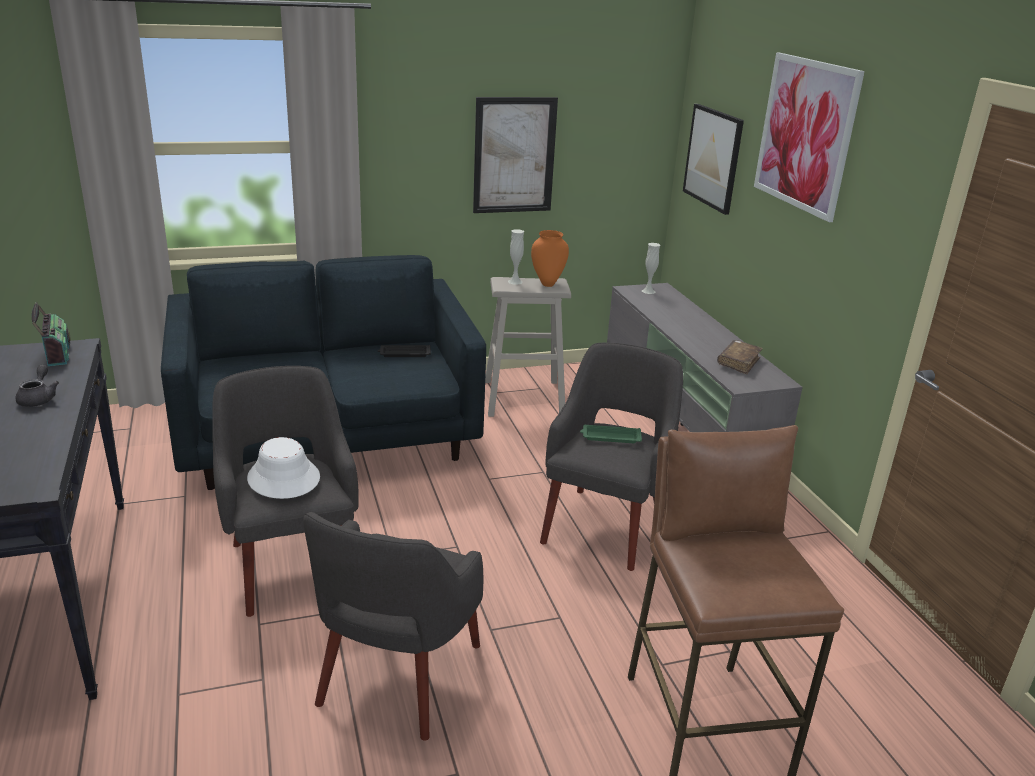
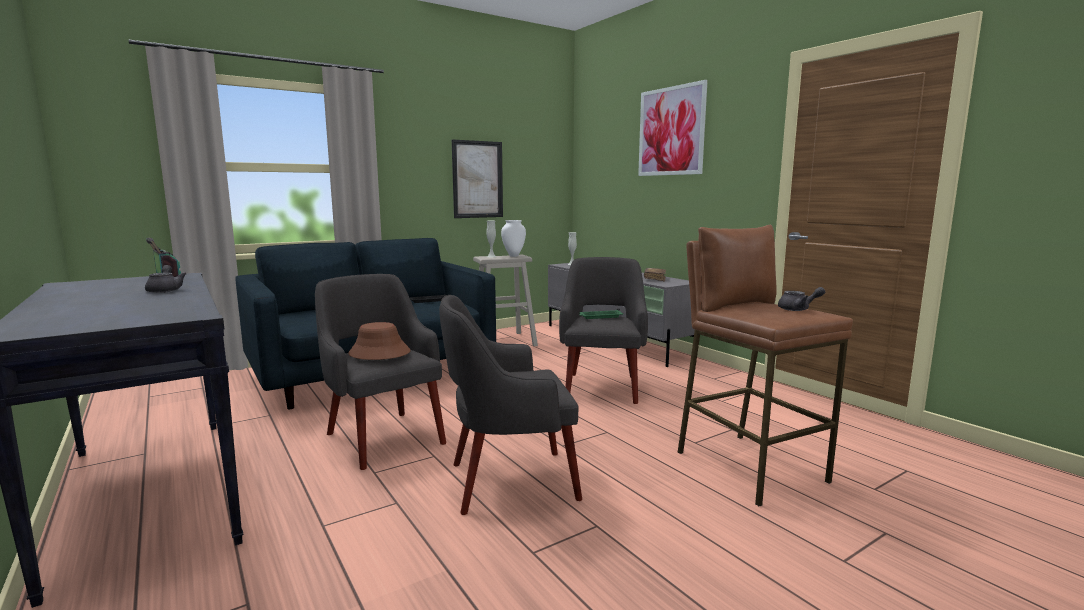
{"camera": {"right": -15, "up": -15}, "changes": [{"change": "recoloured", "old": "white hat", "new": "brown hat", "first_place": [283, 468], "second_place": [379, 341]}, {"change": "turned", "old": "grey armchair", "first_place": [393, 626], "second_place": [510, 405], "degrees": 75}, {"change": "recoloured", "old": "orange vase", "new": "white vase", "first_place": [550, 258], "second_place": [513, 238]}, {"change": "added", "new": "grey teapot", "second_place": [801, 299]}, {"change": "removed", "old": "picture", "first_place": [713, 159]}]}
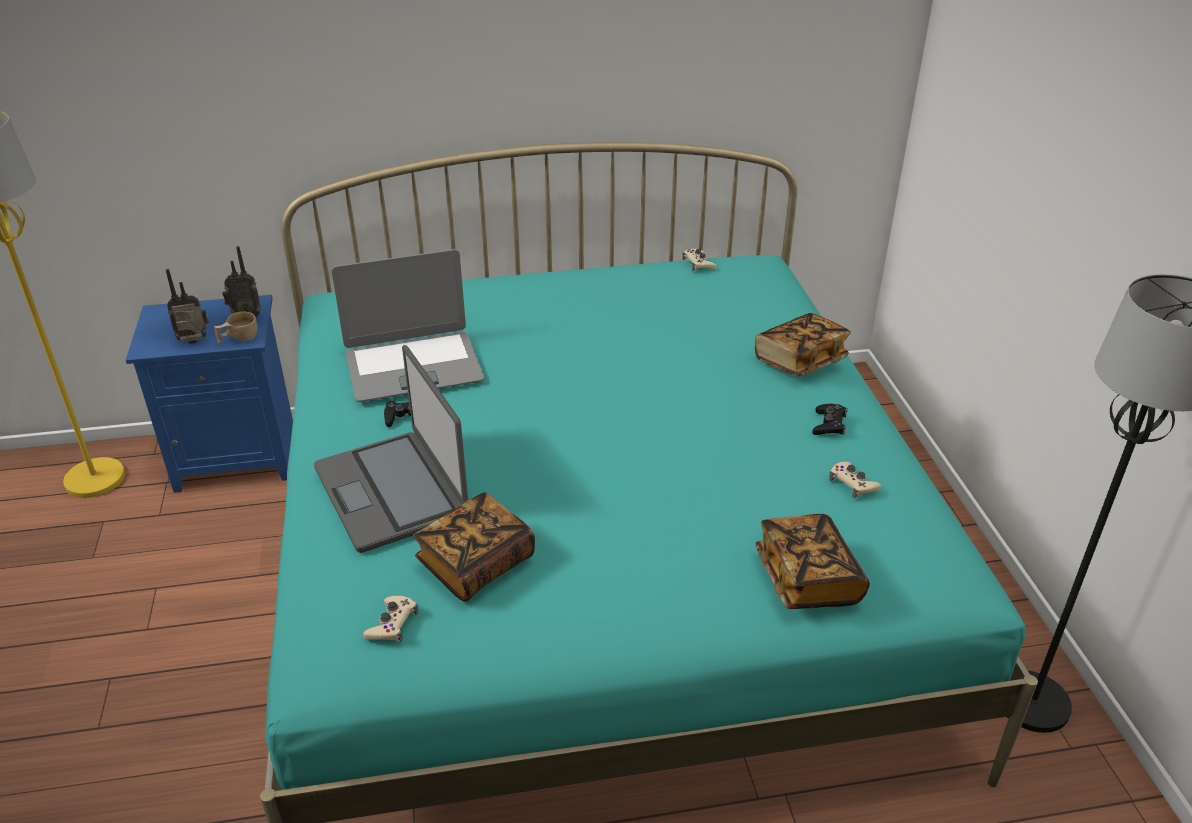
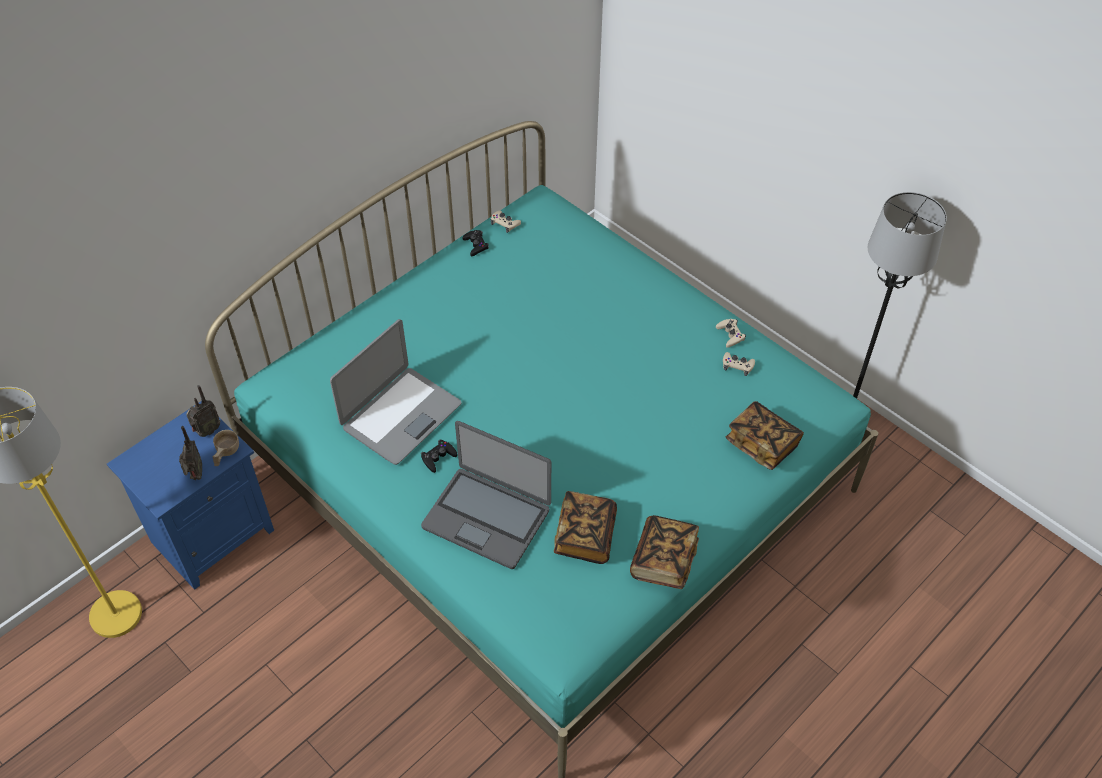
{"camera": {"right": -35, "up": 15}, "changes": [{"change": "turned", "old": "radio", "first_place": [187, 306], "second_place": [190, 453], "degrees": 135}, {"change": "moved", "old": "black game controller", "first_place": [830, 419], "second_place": [475, 243]}, {"change": "moved", "old": "book", "first_place": [803, 344], "second_place": [664, 552]}, {"change": "moved", "old": "beige game controller", "first_place": [390, 618], "second_place": [731, 333]}]}
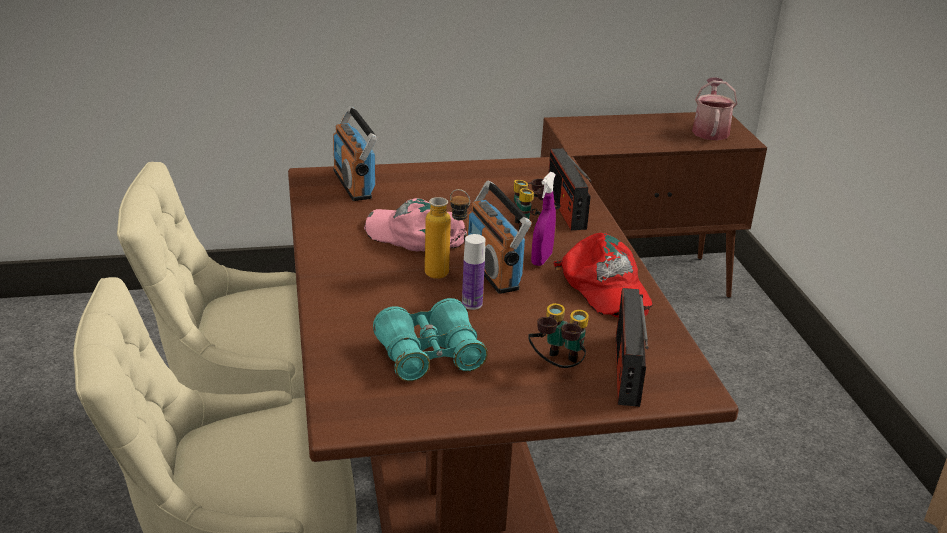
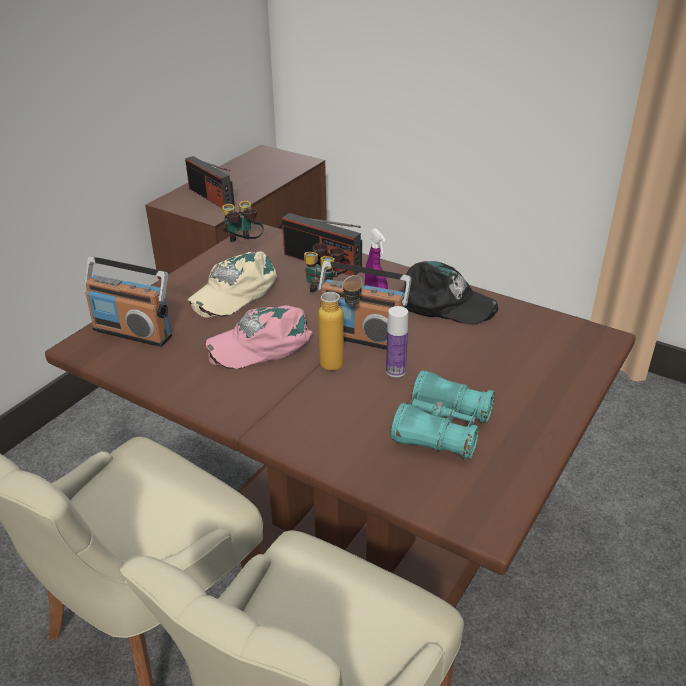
{"camera": {"right": -45, "up": 5}, "changes": [{"change": "moved", "old": "radio", "first_place": [632, 347], "second_place": [210, 182]}, {"change": "added", "new": "beige cap", "second_place": [232, 284]}, {"change": "moved", "old": "binoculars", "first_place": [558, 335], "second_place": [243, 221]}, {"change": "recoloured", "old": "red cap", "new": "black cap", "first_place": [603, 275], "second_place": [449, 293]}, {"change": "removed", "old": "watering can", "first_place": [714, 108]}]}
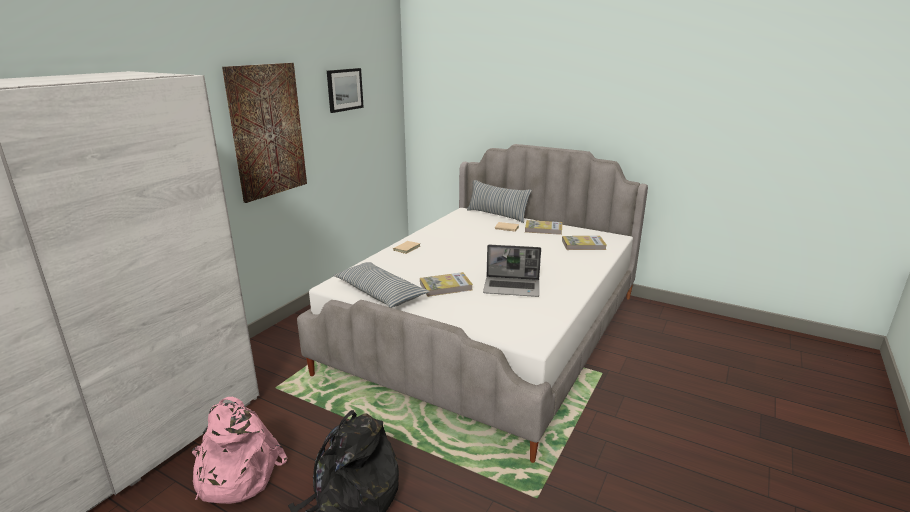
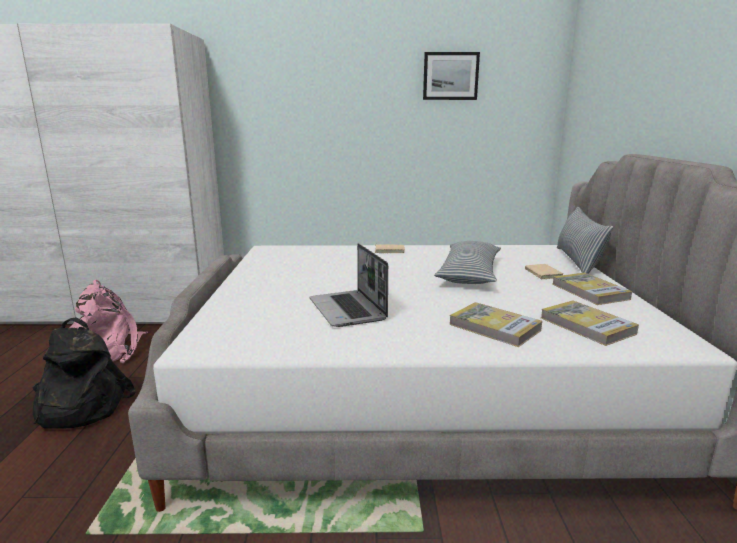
{"camera": {"right": 60, "up": -5}, "changes": [{"change": "moved", "old": "pillow", "first_place": [382, 285], "second_place": [467, 262]}, {"change": "moved", "old": "book", "first_place": [446, 284], "second_place": [495, 324]}, {"change": "removed", "old": "picture", "first_place": [264, 133]}]}
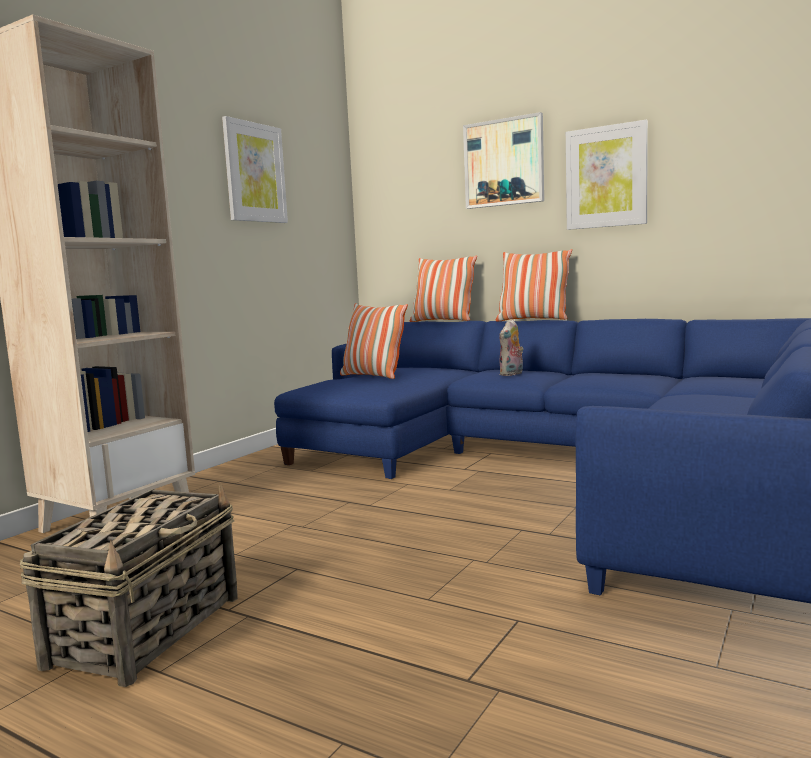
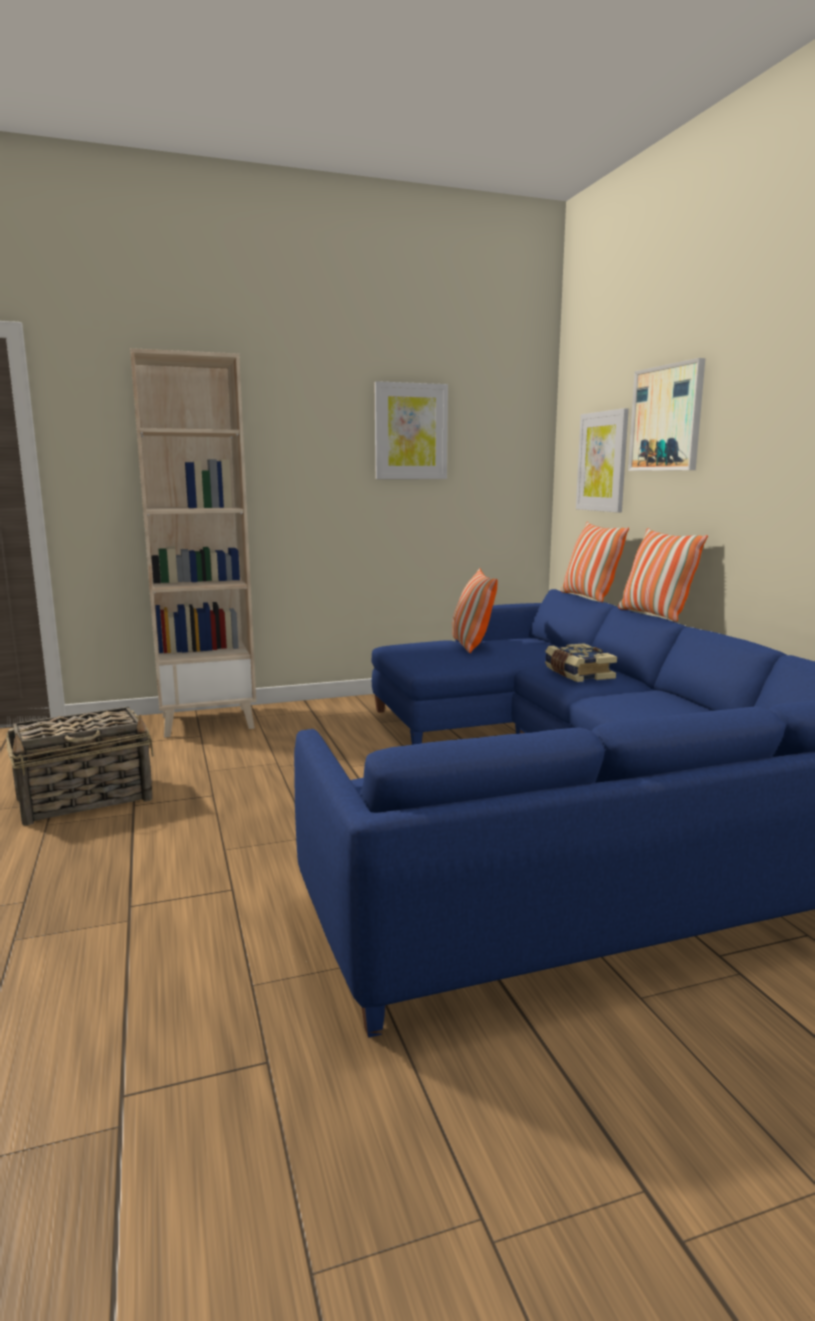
{"camera": {"right": 40, "up": 5}, "changes": [{"change": "replaced", "old": "plush toy", "new": "book", "first_place": [511, 347], "second_place": [581, 662]}, {"change": "moved", "old": "picture", "first_place": [607, 175], "second_place": [602, 460]}]}
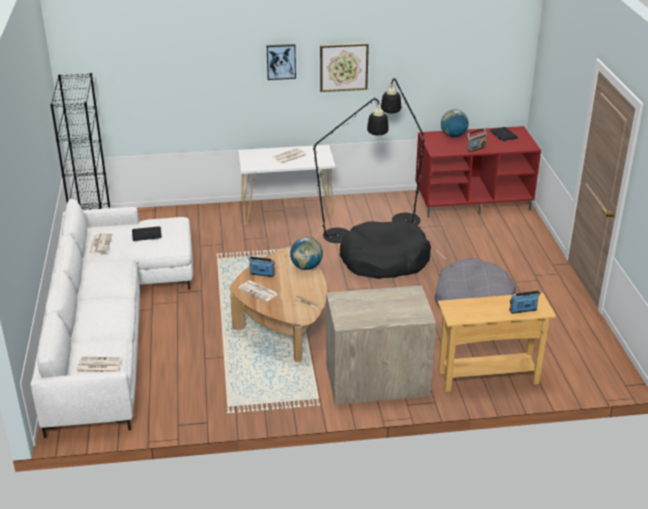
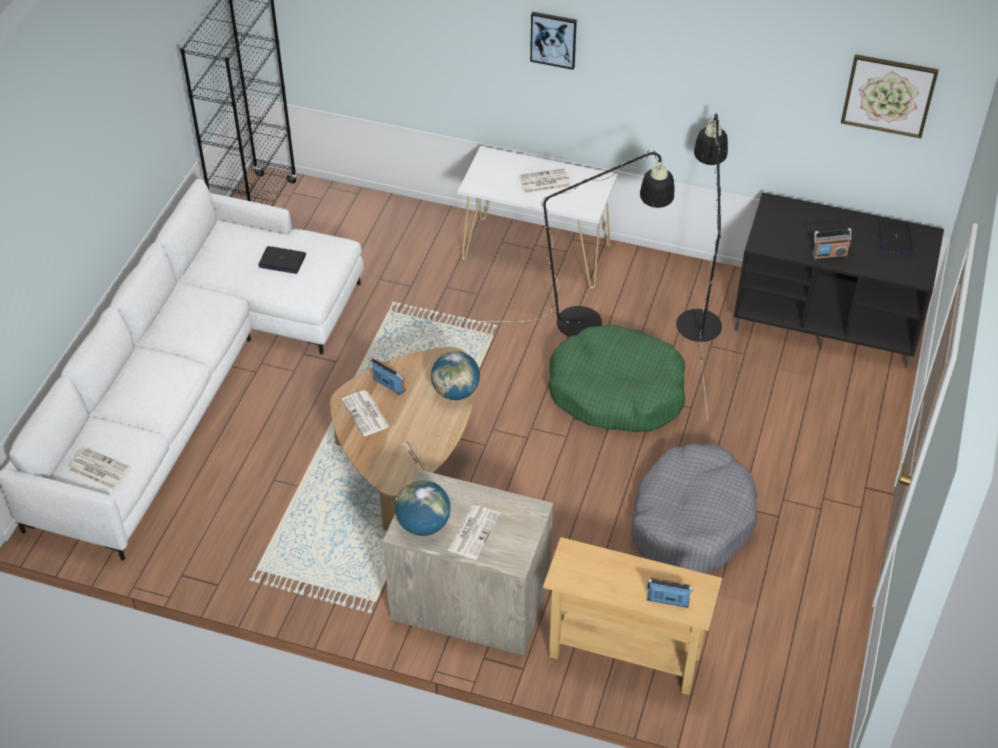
{"camera": {"right": 25, "up": 15}, "changes": [{"change": "moved", "old": "globe", "first_place": [455, 123], "second_place": [423, 508]}, {"change": "moved", "old": "newspaper", "first_place": [100, 243], "second_place": [473, 532]}, {"change": "recoloured", "old": "black dog bed", "new": "green dog bed", "first_place": [385, 250], "second_place": [616, 378]}, {"change": "recoloured", "old": "red tv stand", "new": "black tv stand", "first_place": [478, 172], "second_place": [839, 280]}, {"change": "moved", "old": "picture", "first_place": [344, 67], "second_place": [890, 96]}]}
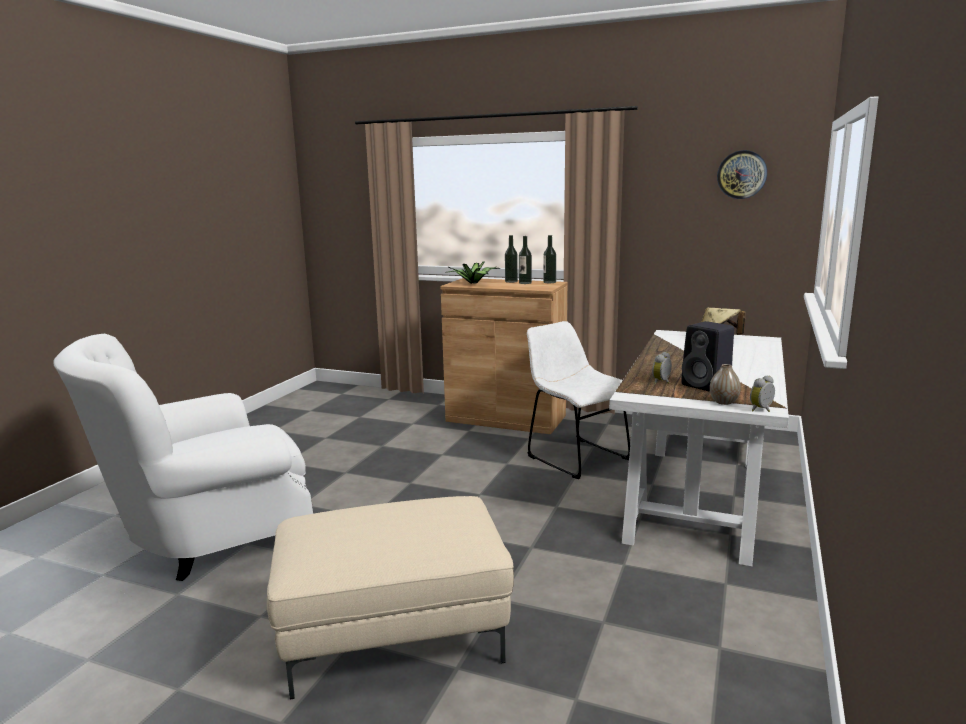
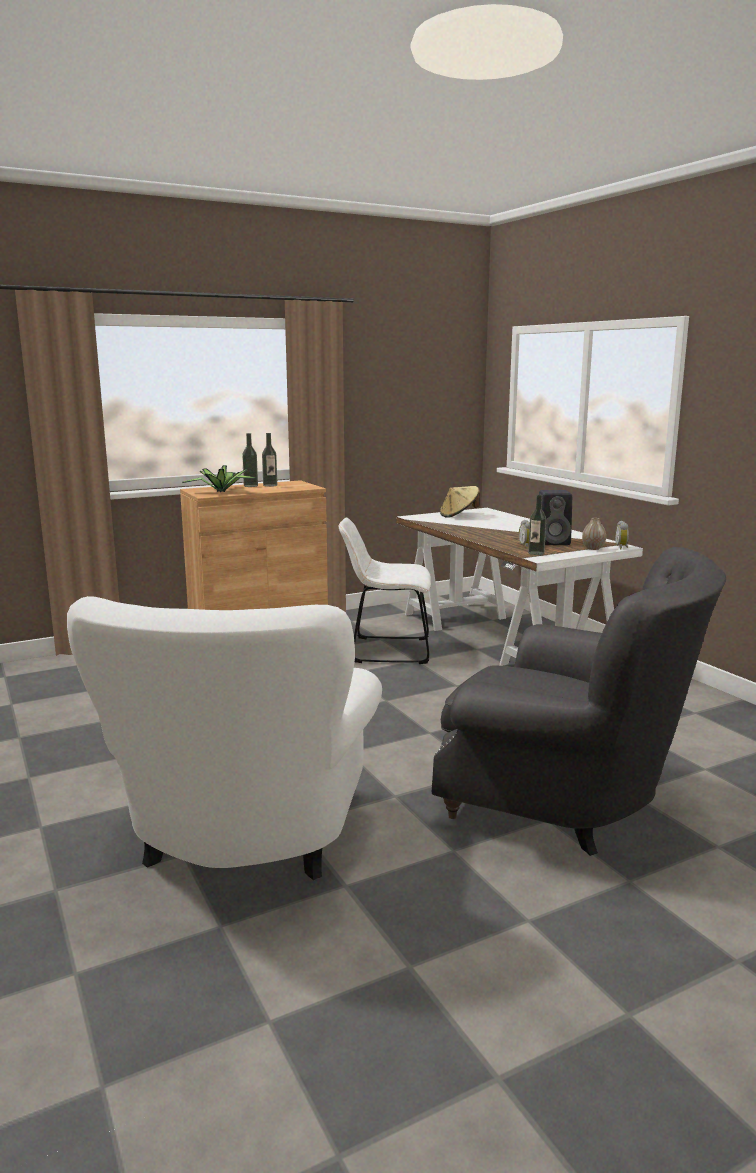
{"camera": {"right": -50, "up": 0}, "changes": [{"change": "replaced", "old": "beige ottoman", "new": "grey armchair", "first_place": [390, 597], "second_place": [579, 701]}, {"change": "moved", "old": "bottle", "first_place": [549, 259], "second_place": [537, 525]}, {"change": "removed", "old": "wall clock", "first_place": [742, 174]}]}
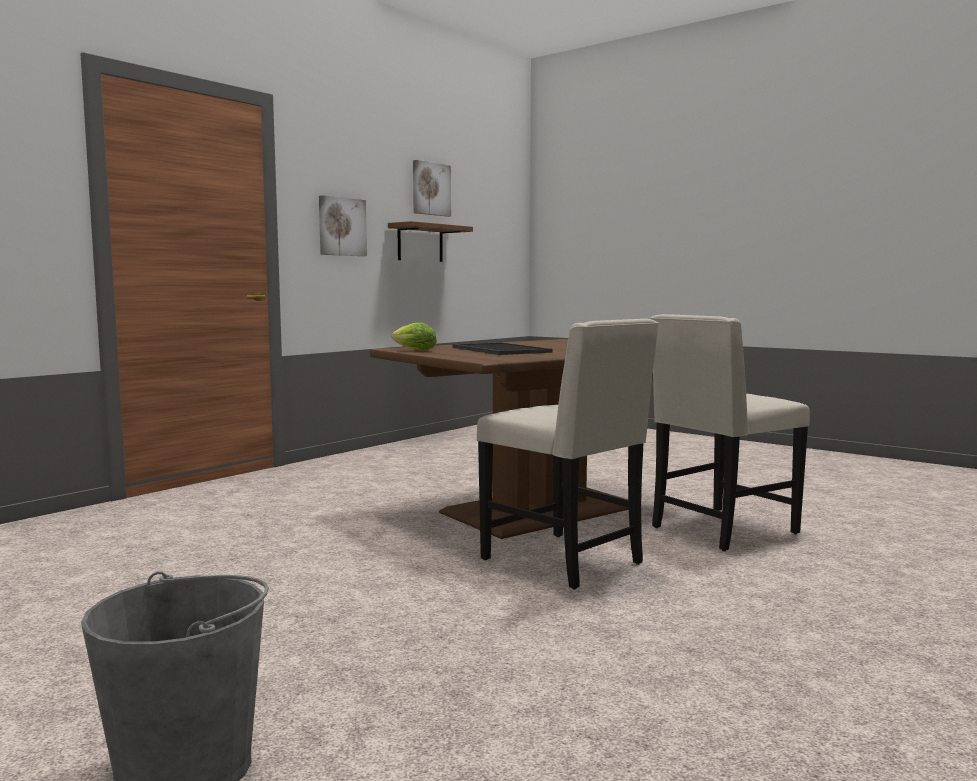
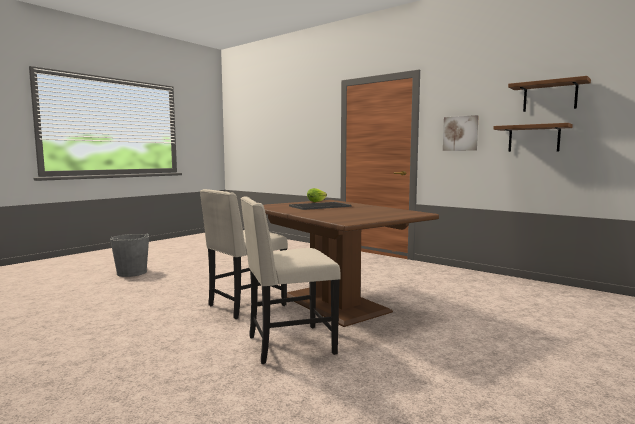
{"camera": {"right": 90, "up": 0}, "changes": [{"change": "turned", "old": "beige chair", "first_place": [730, 432], "second_place": [290, 280], "degrees": -75}, {"change": "replaced", "old": "picture", "new": "brown shelf", "first_place": [432, 188], "second_place": [549, 94]}]}
